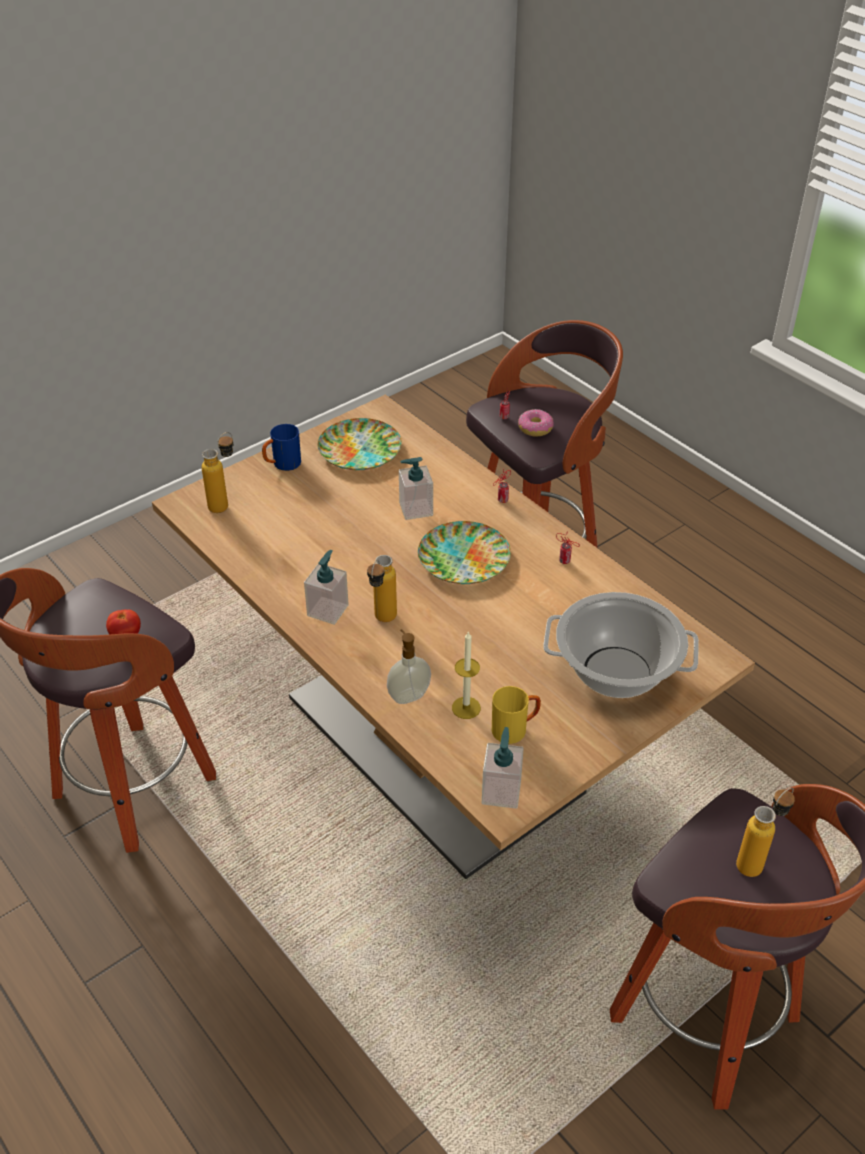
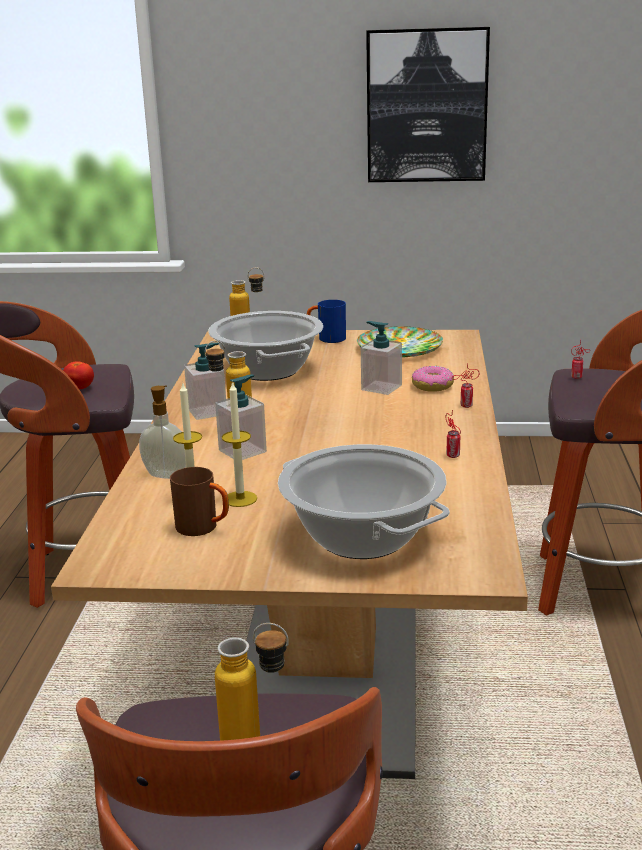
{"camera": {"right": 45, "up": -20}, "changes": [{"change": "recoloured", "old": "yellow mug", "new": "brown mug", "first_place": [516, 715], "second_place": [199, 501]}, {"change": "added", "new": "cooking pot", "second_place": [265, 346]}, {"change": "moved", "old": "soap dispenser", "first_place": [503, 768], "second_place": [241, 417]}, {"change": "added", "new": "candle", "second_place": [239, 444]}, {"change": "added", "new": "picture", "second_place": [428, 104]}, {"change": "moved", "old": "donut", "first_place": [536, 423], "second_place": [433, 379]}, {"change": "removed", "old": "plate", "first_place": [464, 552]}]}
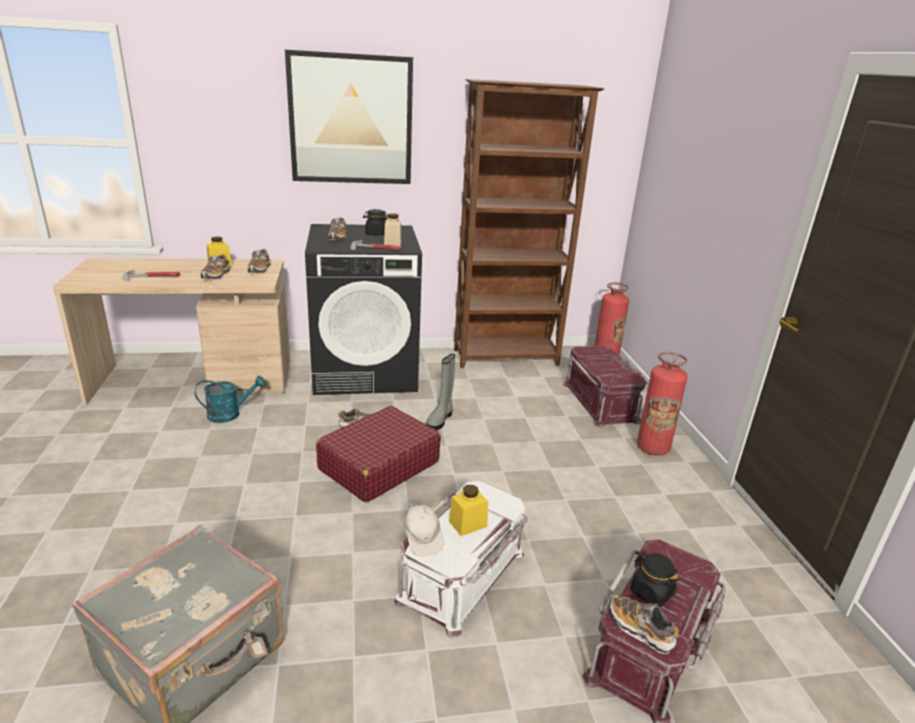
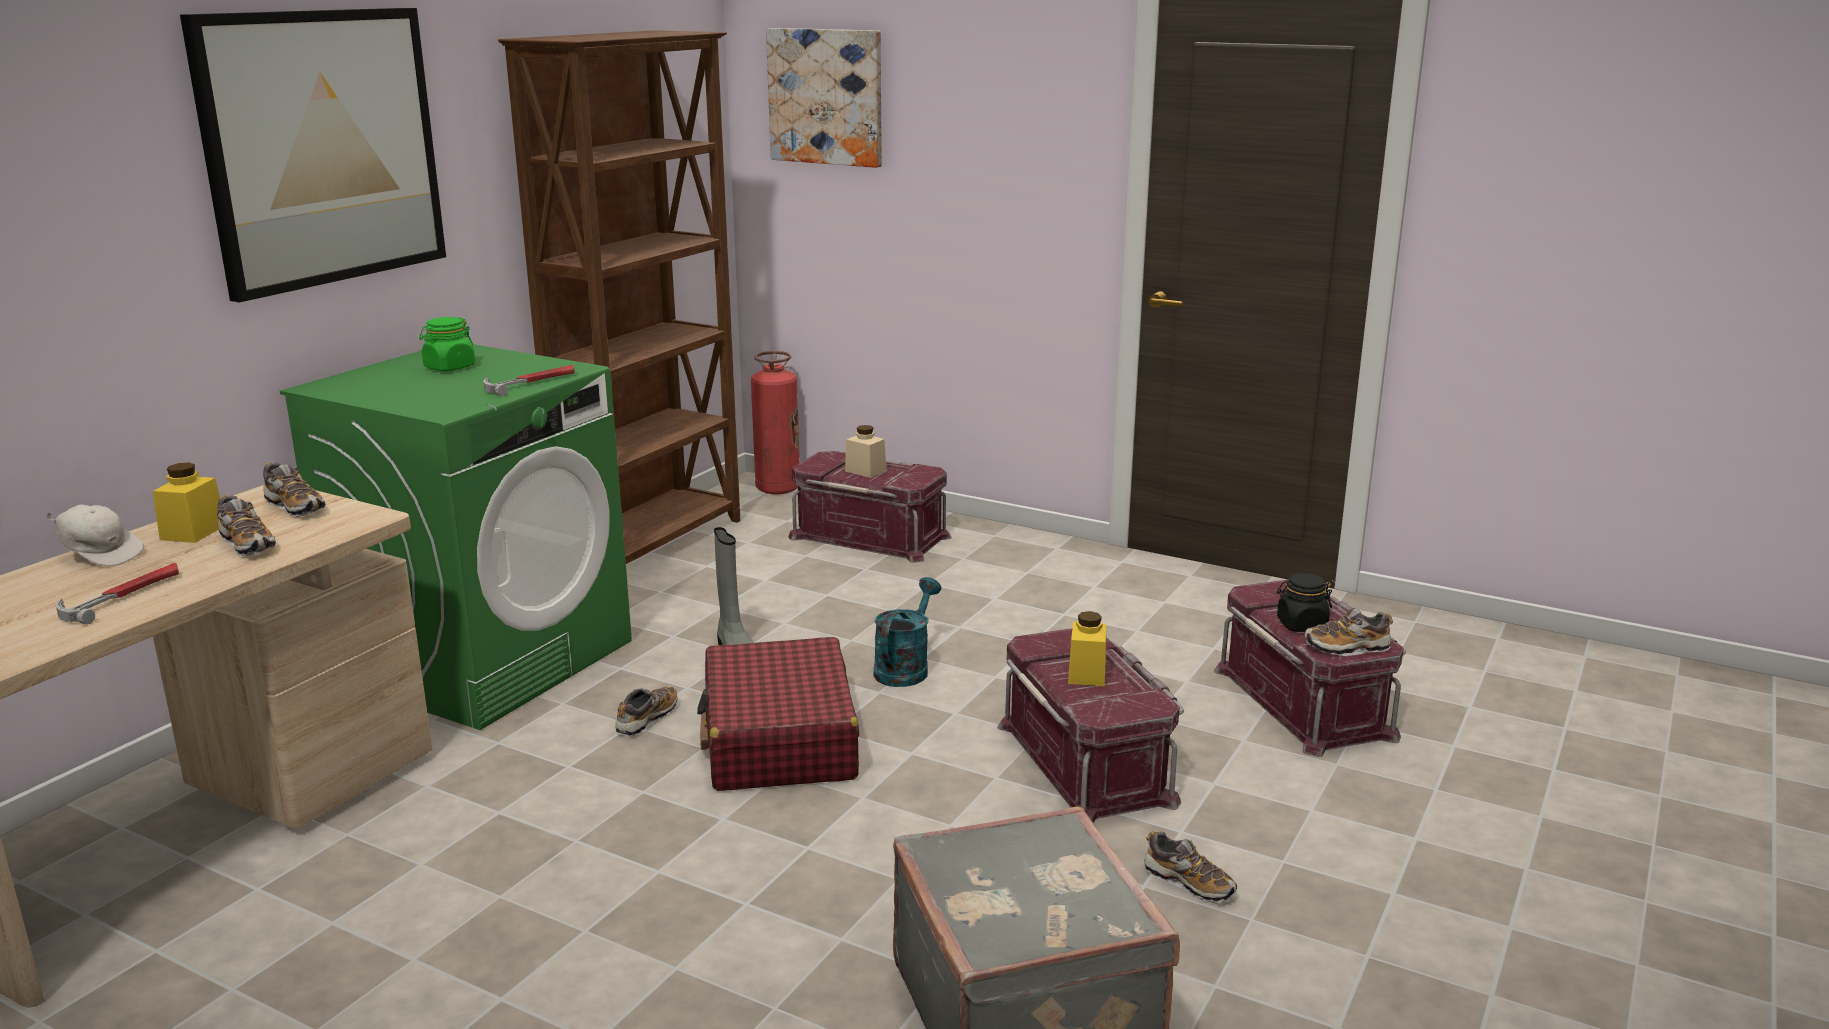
{"camera": {"right": -50, "up": -5}, "changes": [{"change": "moved", "old": "white cap", "first_place": [424, 528], "second_place": [95, 535]}, {"change": "recoloured", "old": "black washing machine", "new": "green washing machine", "first_place": [363, 309], "second_place": [456, 537]}, {"change": "recoloured", "old": "black jar", "new": "green jar", "first_place": [375, 222], "second_place": [447, 344]}, {"change": "added", "new": "picture", "second_place": [824, 98]}, {"change": "moved", "old": "beige jar", "first_place": [392, 229], "second_place": [865, 451]}, {"change": "moved", "old": "turquoise watering can", "first_place": [230, 399], "second_place": [907, 632]}, {"change": "recoloured", "old": "white storage box", "new": "red storage box", "first_place": [461, 559], "second_place": [1091, 725]}, {"change": "moved", "old": "shoe", "first_place": [337, 228], "second_place": [1191, 867]}, {"change": "removed", "old": "fire extinguisher", "first_place": [662, 404]}]}
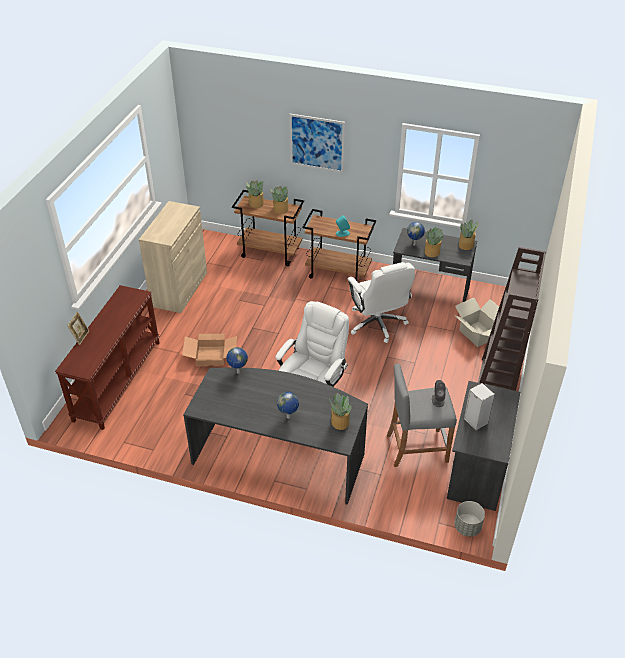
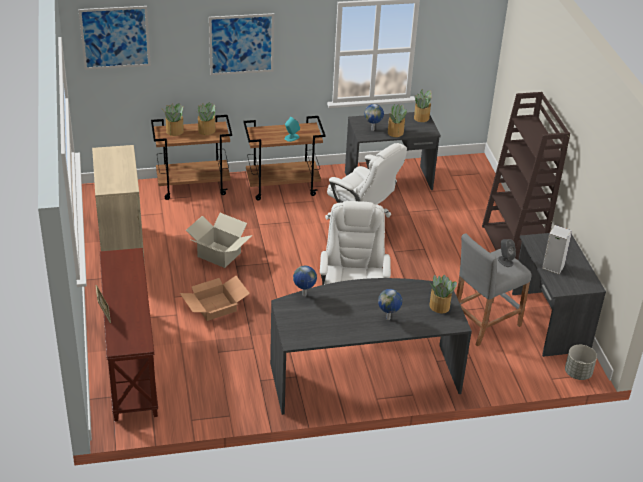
{"camera": {"right": -30, "up": -5}, "changes": [{"change": "added", "new": "picture", "second_place": [114, 38]}, {"change": "moved", "old": "cardboard box", "first_place": [476, 322], "second_place": [219, 240]}]}
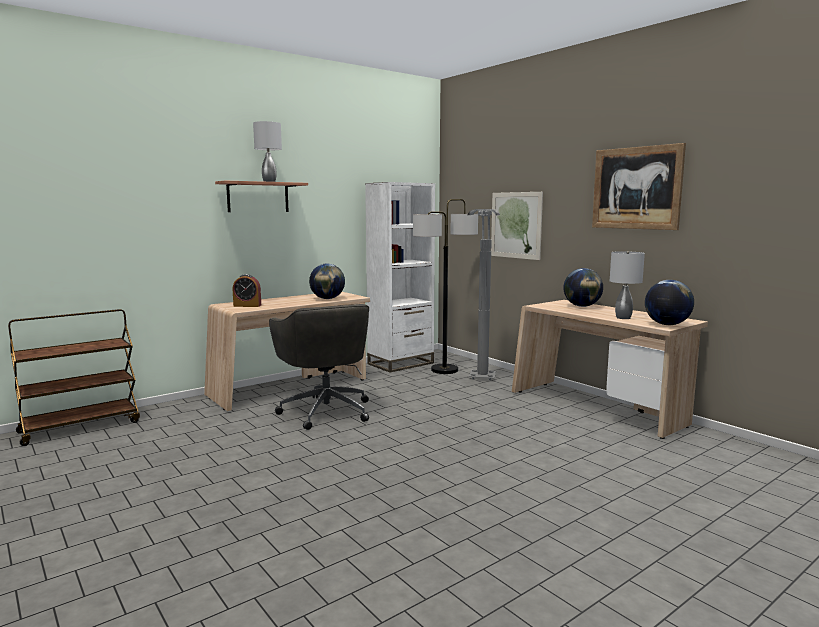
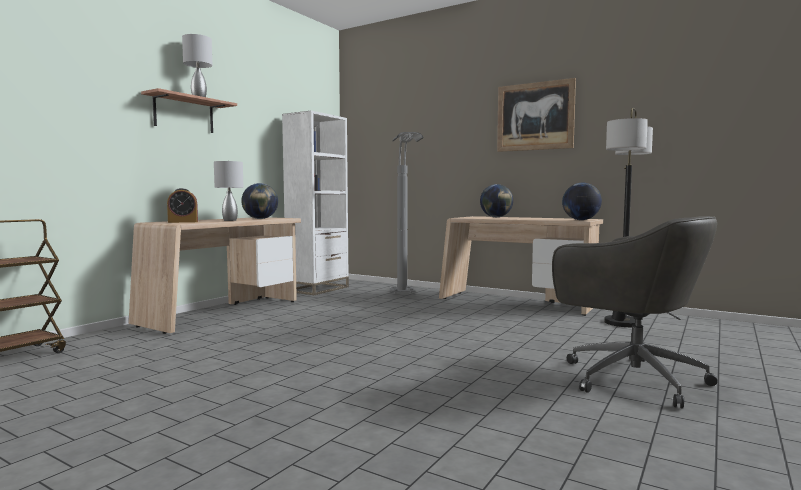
{"camera": {"right": -20, "up": -5}, "changes": [{"change": "moved", "old": "grey table lamp", "first_place": [627, 285], "second_place": [229, 191]}, {"change": "moved", "old": "grey office chair", "first_place": [319, 367], "second_place": [635, 312]}, {"change": "moved", "old": "floor lamp", "first_place": [445, 286], "second_place": [628, 217]}, {"change": "removed", "old": "picture", "first_place": [517, 226]}]}
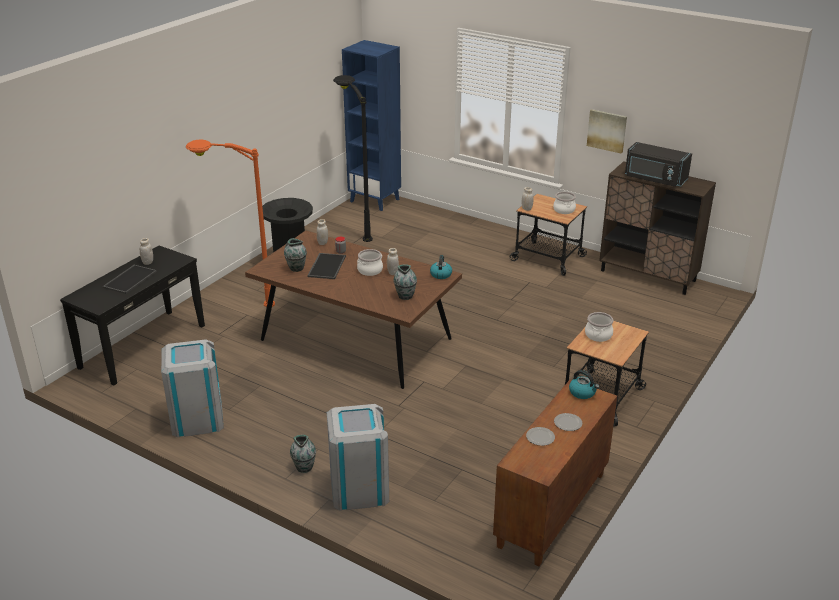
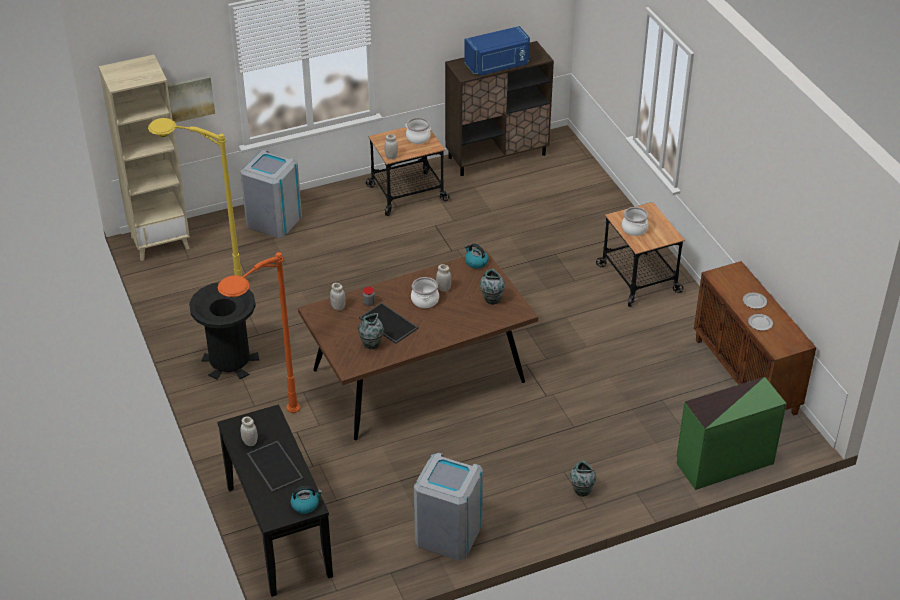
{"camera": {"right": -55, "up": 10}, "changes": [{"change": "recoloured", "old": "blue bookcase", "new": "beige bookcase", "first_place": [371, 125], "second_place": [144, 158]}, {"change": "recoloured", "old": "black floor lamp", "new": "yellow floor lamp", "first_place": [353, 158], "second_place": [195, 197]}, {"change": "moved", "old": "picture", "first_place": [607, 131], "second_place": [191, 99]}, {"change": "moved", "old": "grey trash can", "first_place": [358, 457], "second_place": [271, 194]}, {"change": "moved", "old": "kettle", "first_place": [584, 384], "second_place": [306, 500]}, {"change": "recoloured", "old": "black microwave", "new": "blue microwave", "first_place": [658, 164], "second_place": [497, 51]}, {"change": "added", "new": "green dresser", "second_place": [731, 433]}]}
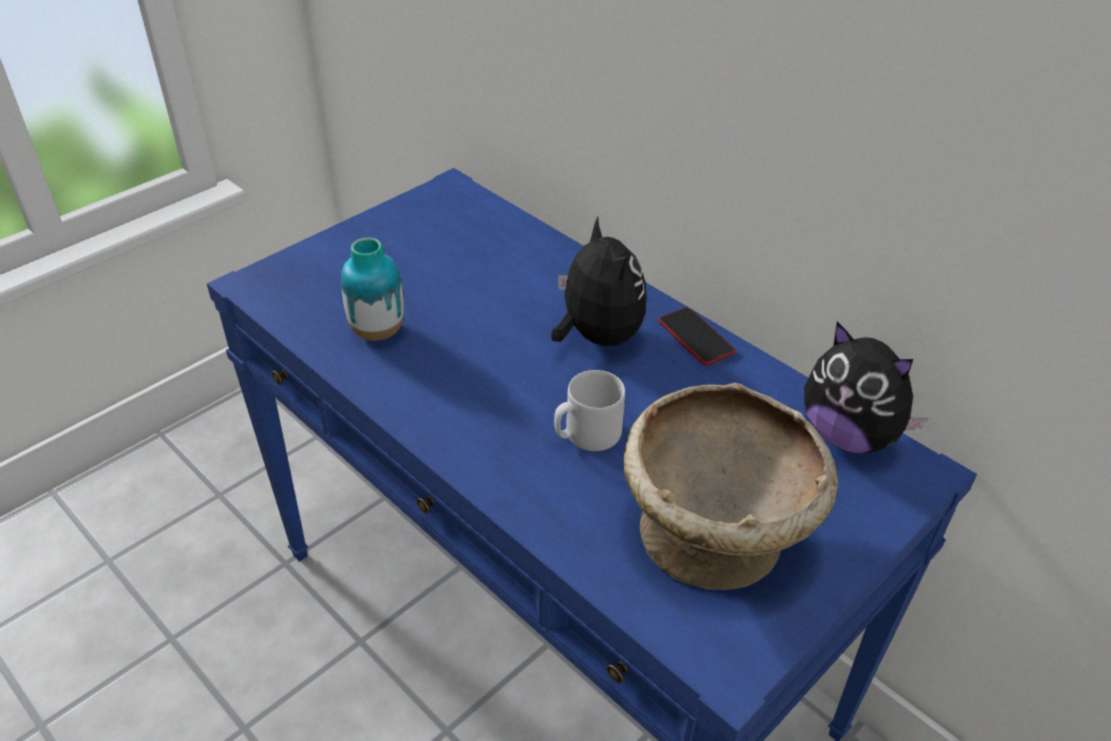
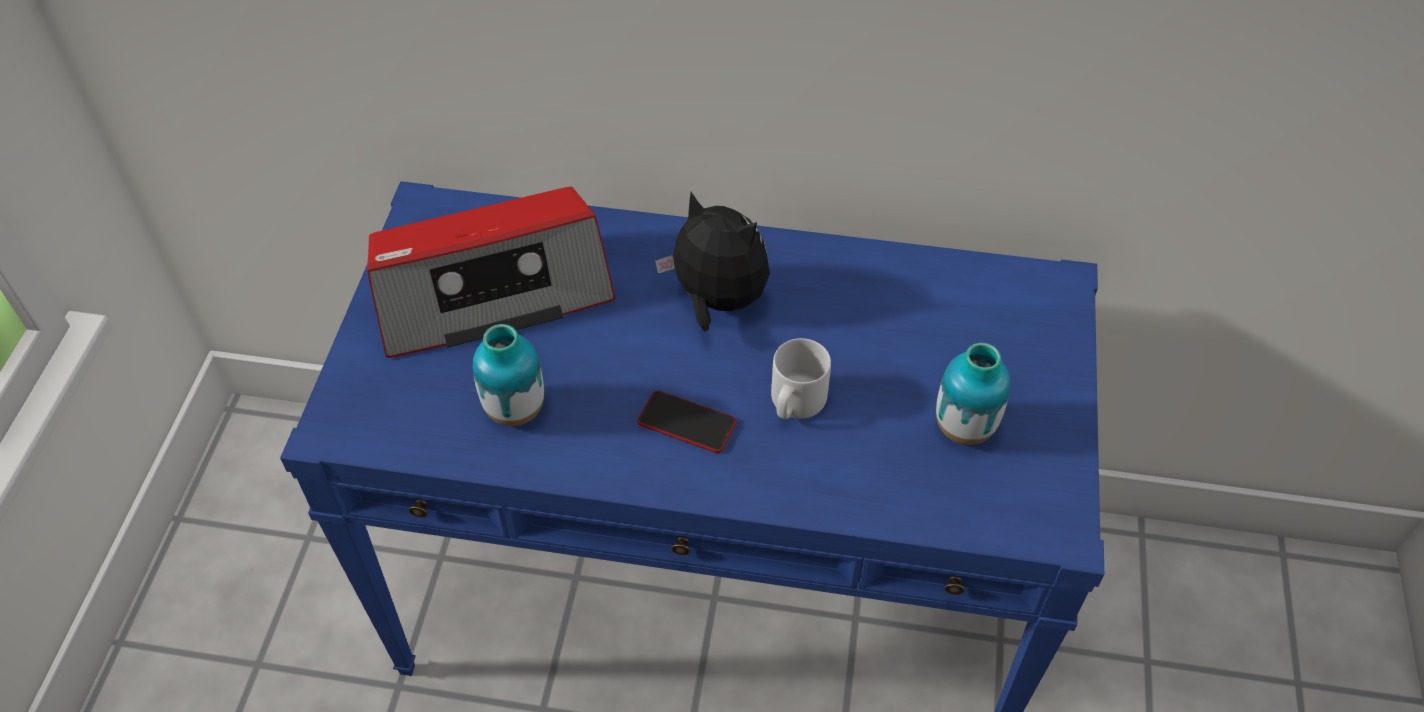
{"camera": {"right": -35, "up": 10}, "changes": [{"change": "added", "new": "radio", "second_place": [491, 272]}, {"change": "moved", "old": "phone", "first_place": [697, 336], "second_place": [687, 422]}, {"change": "replaced", "old": "beige bowl", "new": "vase", "first_place": [730, 486], "second_place": [973, 394]}, {"change": "removed", "old": "plush toy", "first_place": [866, 388]}]}
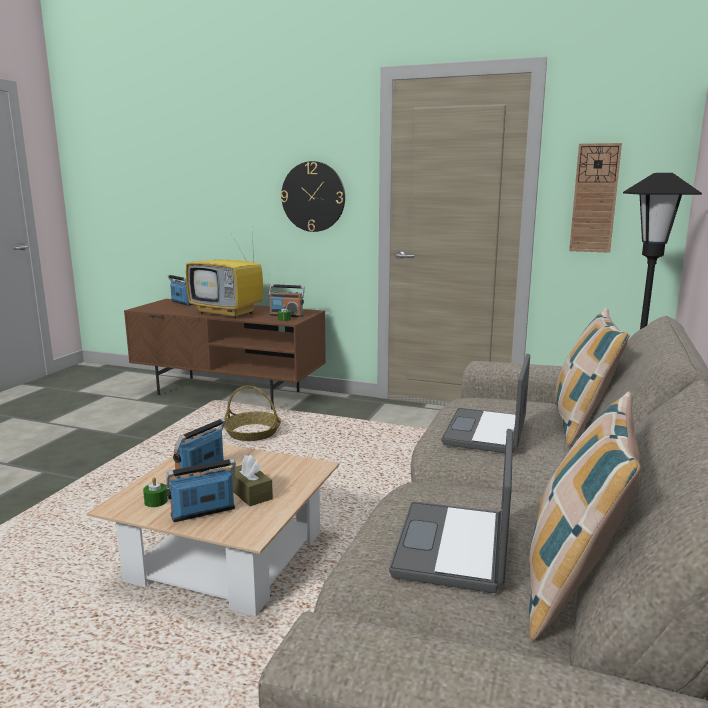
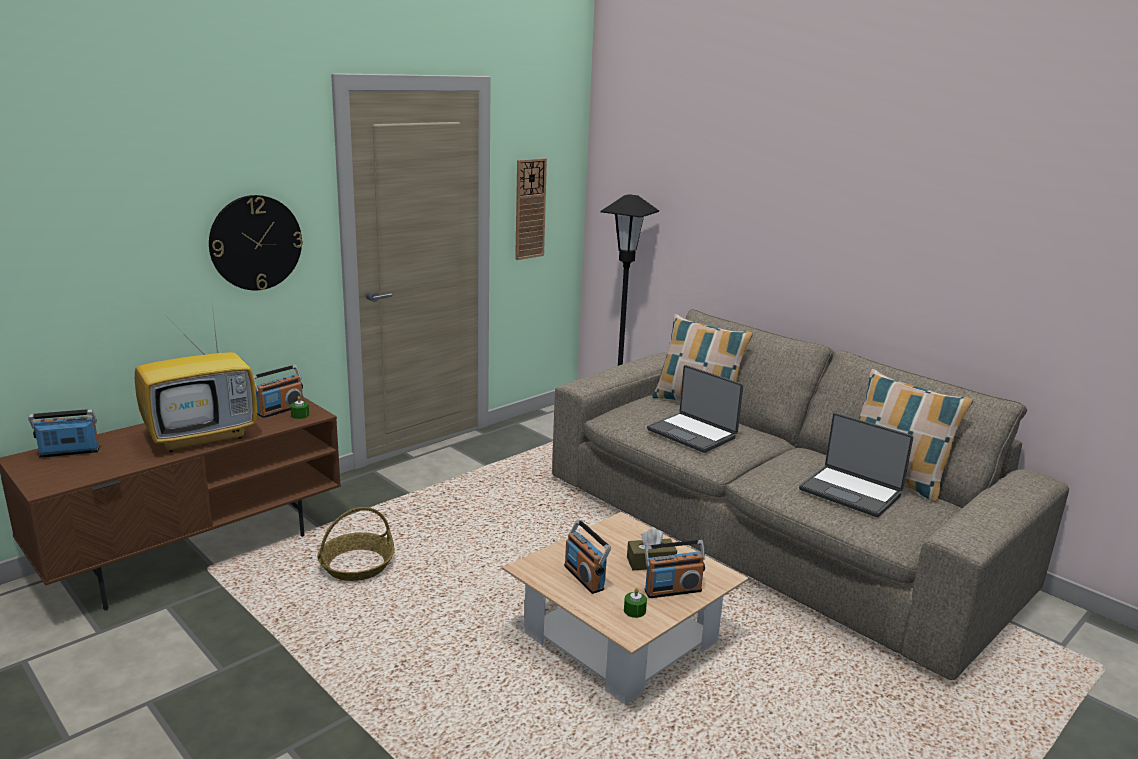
{"camera": {"right": -65, "up": 5}, "changes": [{"change": "turned", "old": "radio", "first_place": [201, 490], "second_place": [674, 569], "degrees": -105}]}
